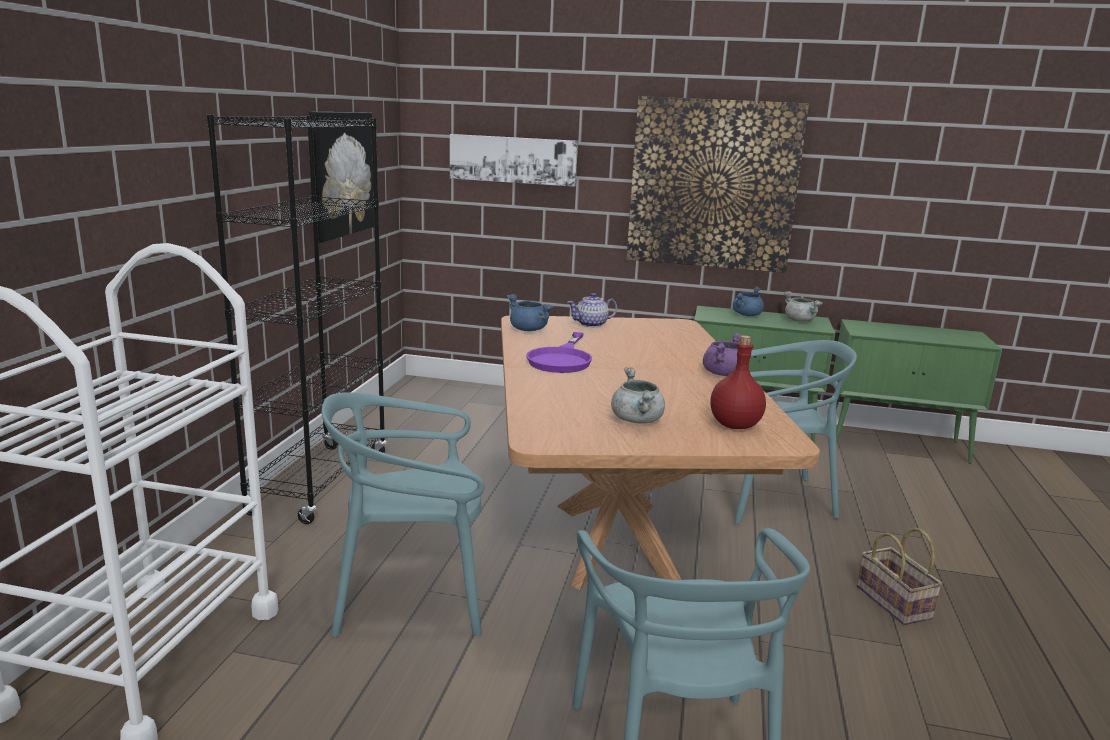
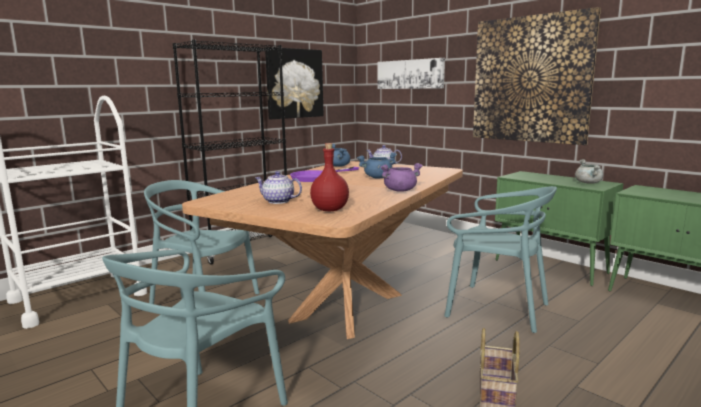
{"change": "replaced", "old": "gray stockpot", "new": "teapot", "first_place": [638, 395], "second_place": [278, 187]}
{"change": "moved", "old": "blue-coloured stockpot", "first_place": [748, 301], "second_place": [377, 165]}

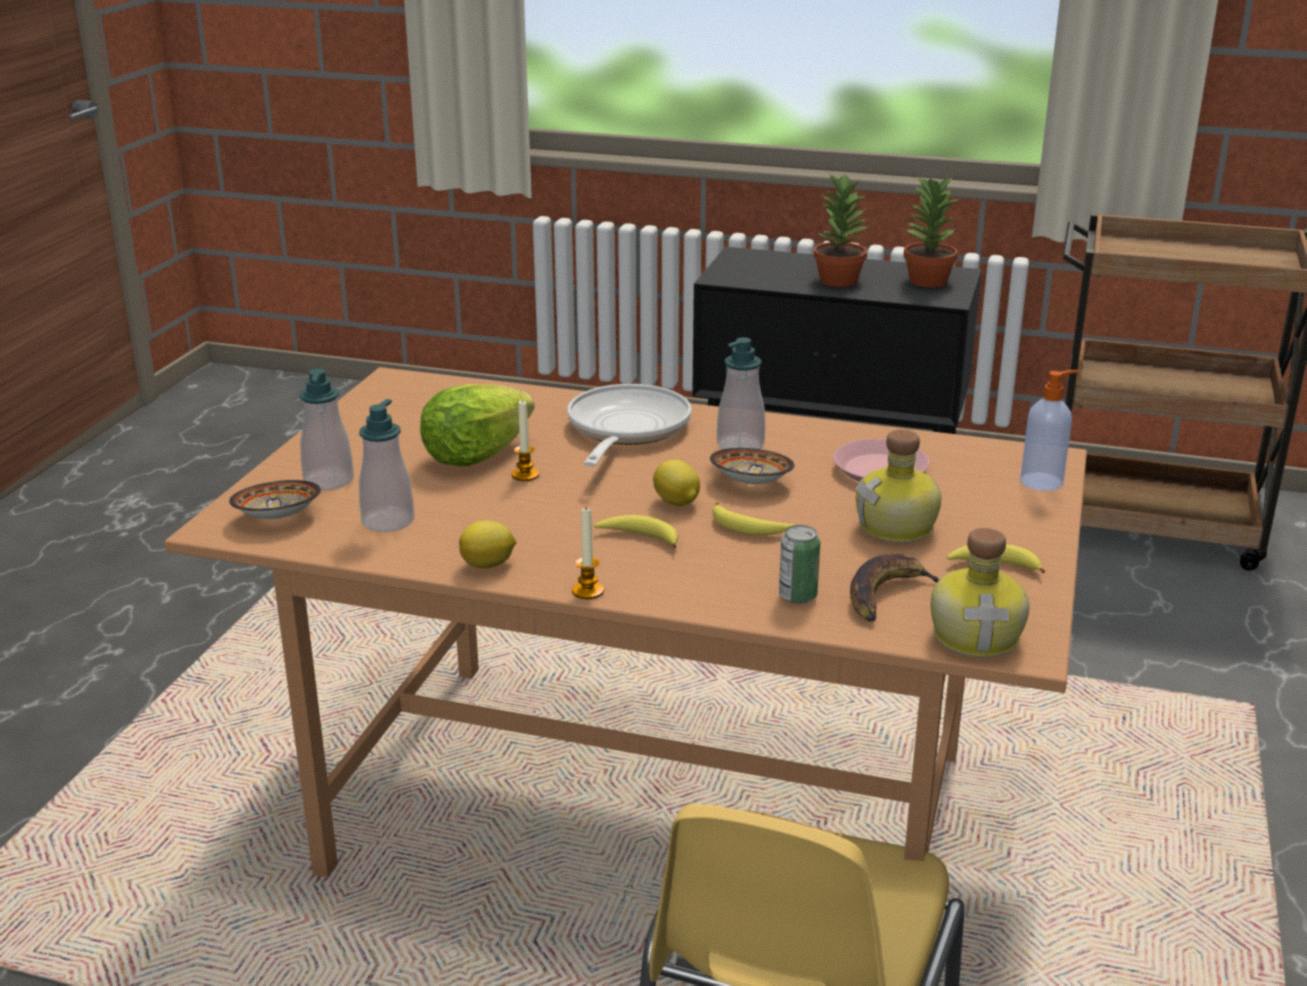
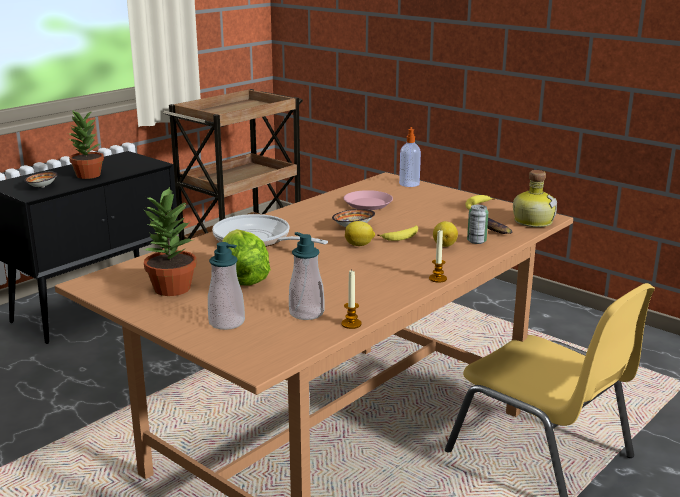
{"change": "moved", "old": "serving bowl", "first_place": [275, 499], "second_place": [41, 180]}
{"change": "moved", "old": "plant in a pot", "first_place": [932, 231], "second_place": [170, 241]}
{"change": "moved", "old": "candle", "first_place": [525, 440], "second_place": [351, 300]}
{"change": "moved", "old": "lemon", "first_place": [488, 544], "second_place": [445, 234]}
{"change": "removed", "old": "whole banana", "first_place": [636, 531]}
{"change": "removed", "old": "soap bottle", "first_place": [741, 393]}
{"change": "removed", "old": "bottle", "first_place": [898, 486]}

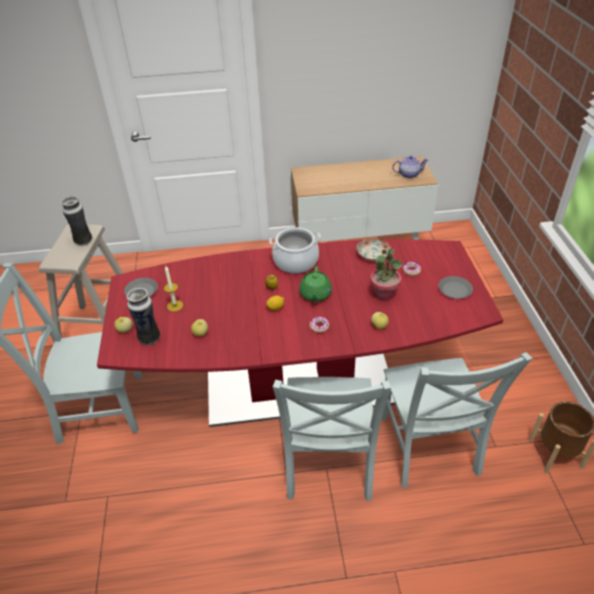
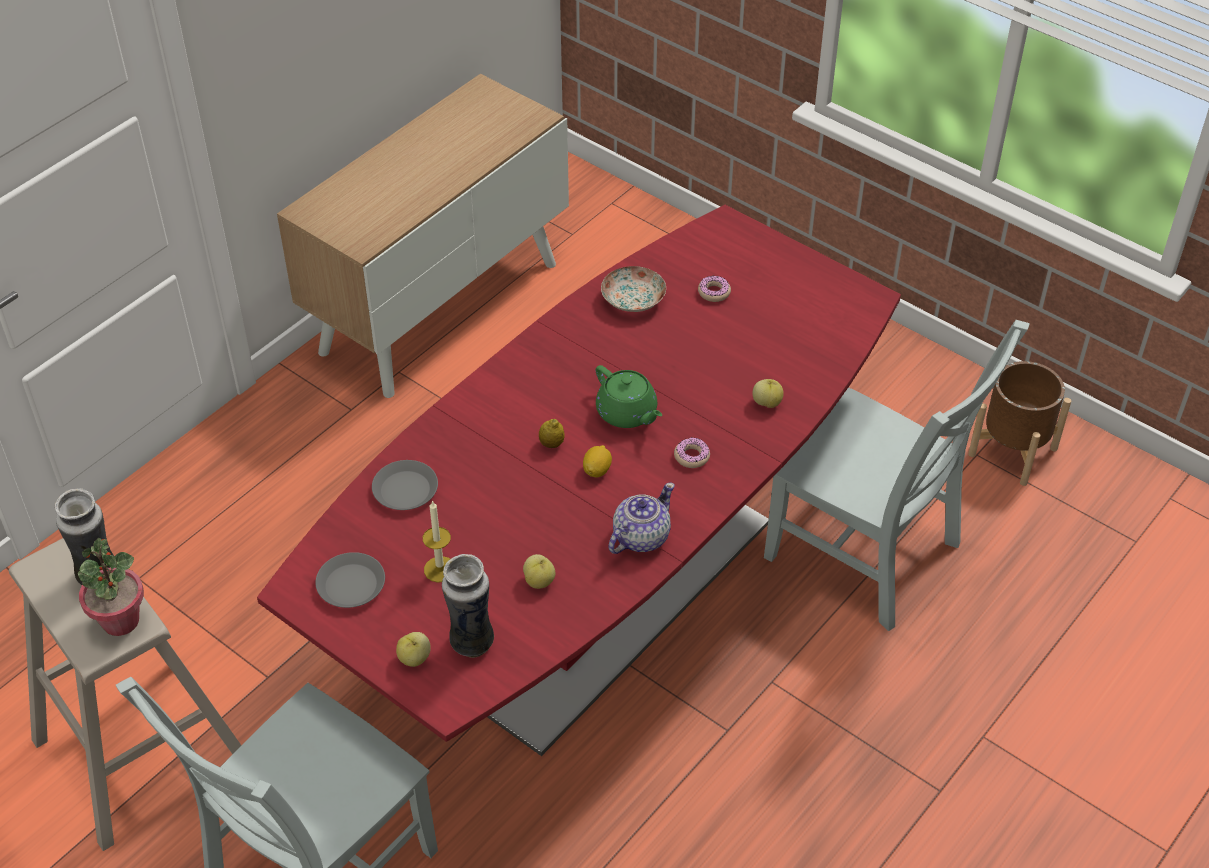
{"change": "moved", "old": "plant in a pot", "first_place": [386, 275], "second_place": [111, 587]}
{"change": "moved", "old": "gray plate", "first_place": [455, 287], "second_place": [405, 485]}
{"change": "moved", "old": "teapot", "first_place": [410, 167], "second_place": [641, 518]}
{"change": "removed", "old": "stockpot", "first_place": [295, 250]}
{"change": "removed", "old": "gray plain chair", "first_place": [332, 439]}

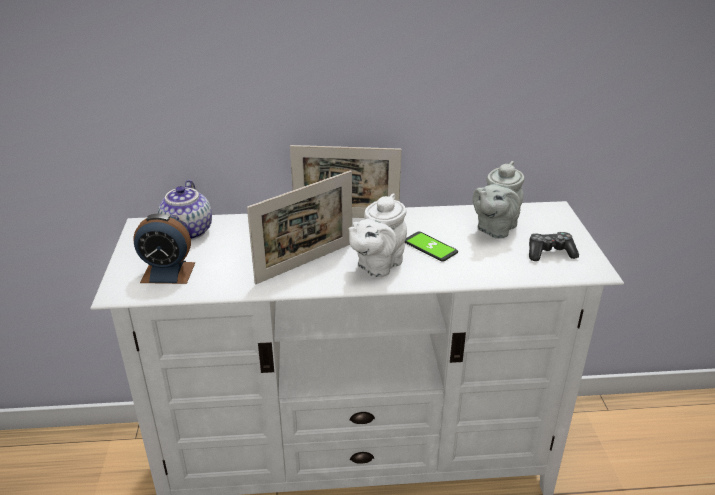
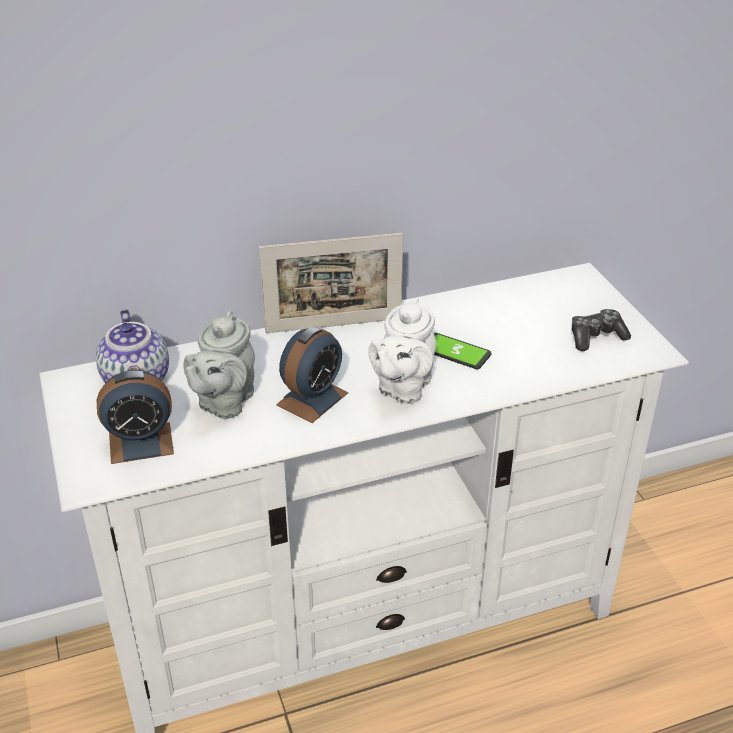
{"change": "moved", "old": "gray teapot", "first_place": [498, 200], "second_place": [219, 364]}
{"change": "replaced", "old": "standing frame", "new": "table clock", "first_place": [299, 227], "second_place": [312, 374]}

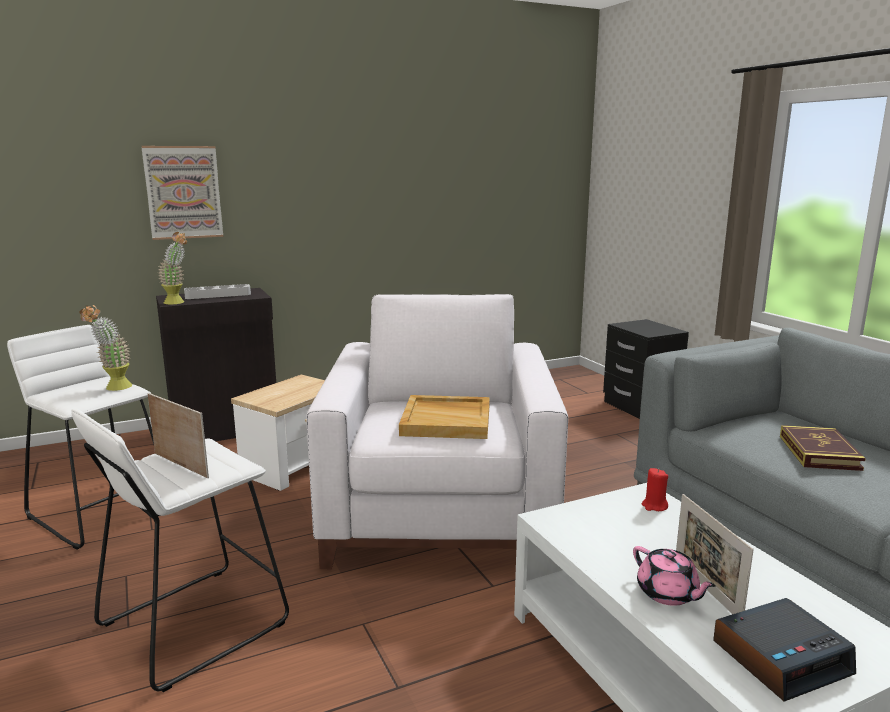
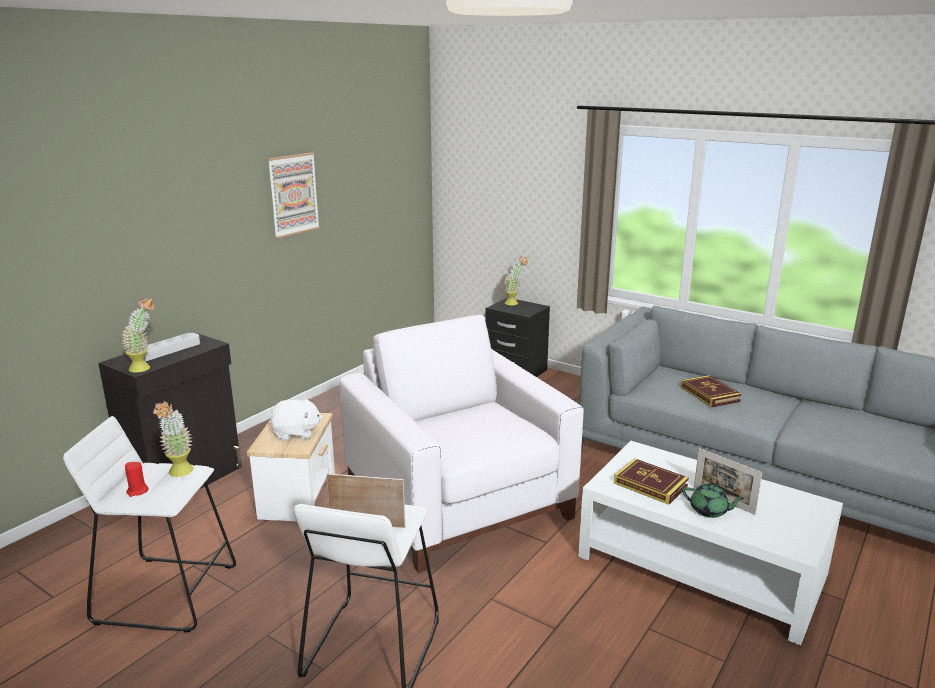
{"change": "moved", "old": "red candle", "first_place": [655, 489], "second_place": [137, 479]}
{"change": "moved", "old": "wall picture", "first_place": [182, 193], "second_place": [293, 196]}
{"change": "added", "new": "white-coloured soft toy", "second_place": [296, 418]}
{"change": "added", "new": "plant in a pot", "second_place": [516, 280]}
{"change": "added", "new": "volume", "second_place": [651, 481]}
{"change": "recoloured", "old": "pink-coloured teapot", "new": "green teapot", "first_place": [674, 576], "second_place": [713, 501]}
{"change": "removed", "old": "beige serving tray", "first_place": [444, 417]}
{"change": "removed", "old": "table clock", "first_place": [784, 650]}

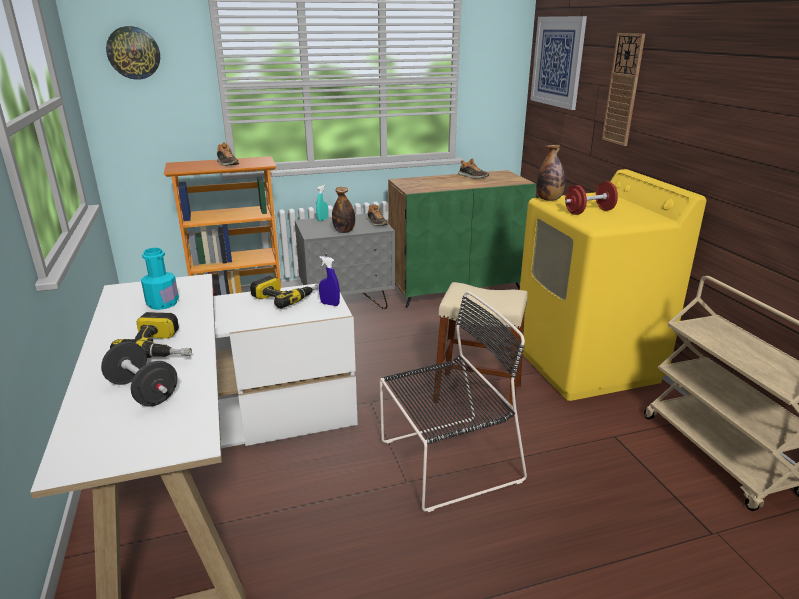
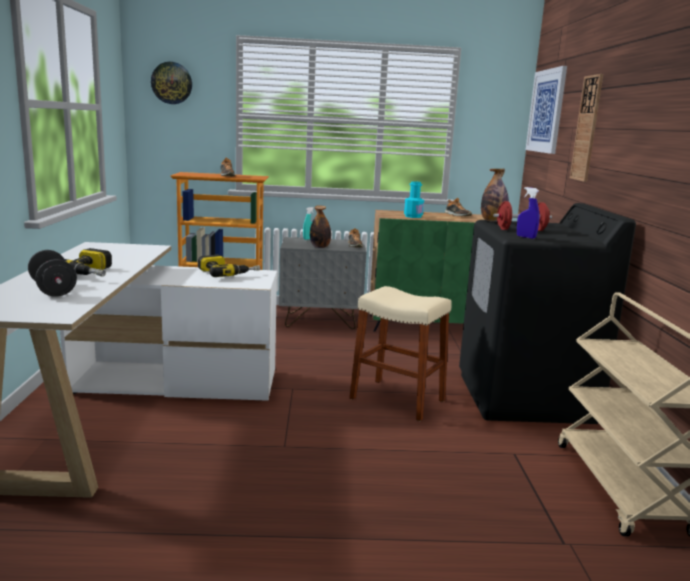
{"change": "moved", "old": "turquoise bottle", "first_place": [160, 279], "second_place": [414, 199]}
{"change": "recoloured", "old": "yellowish laundry appliance", "new": "black laundry appliance", "first_place": [613, 285], "second_place": [547, 313]}
{"change": "moved", "old": "blue-coloured spray bottle", "first_place": [329, 281], "second_place": [528, 213]}
{"change": "removed", "old": "black plain chair", "first_place": [453, 401]}

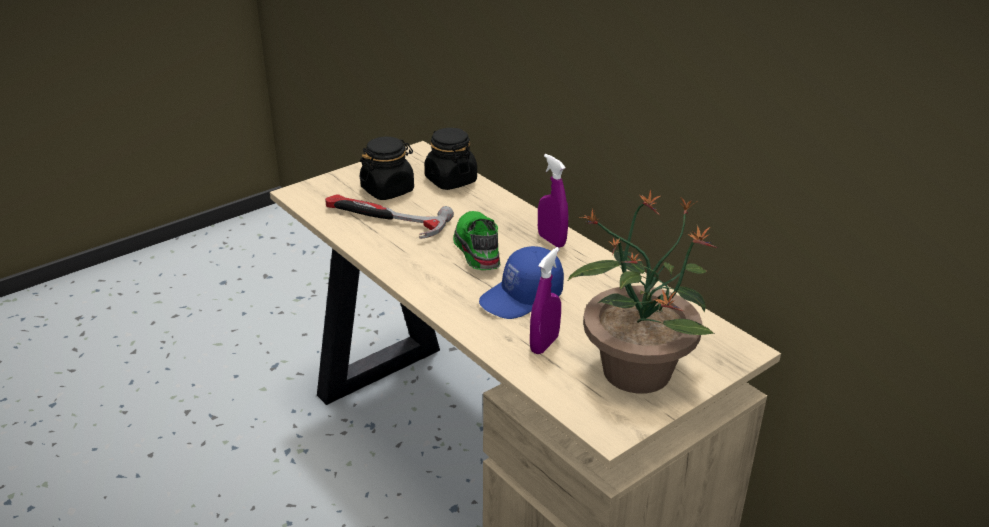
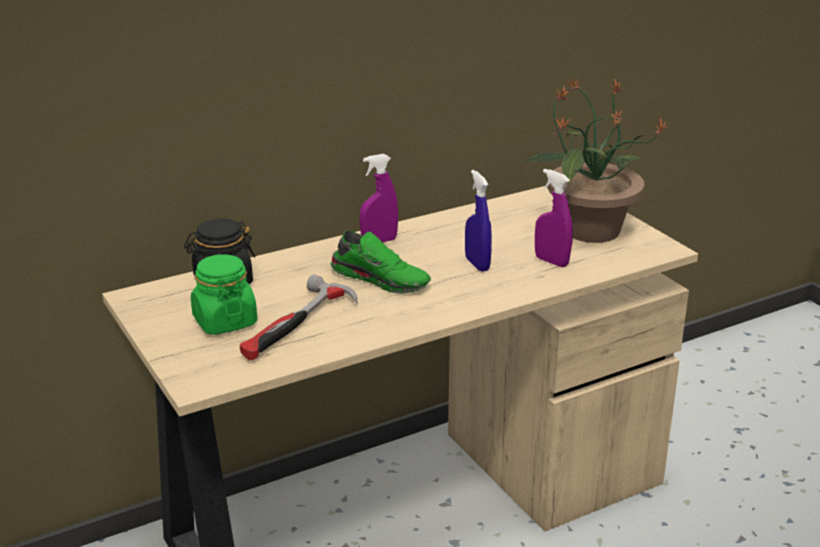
{"change": "recoloured", "old": "black jar", "new": "green jar", "first_place": [387, 168], "second_place": [224, 294]}
{"change": "turned", "old": "green low shoe", "first_place": [476, 240], "second_place": [380, 262], "degrees": -150}
{"change": "replaced", "old": "blue-coloured cap", "new": "blue-coloured spray bottle", "first_place": [521, 282], "second_place": [478, 221]}

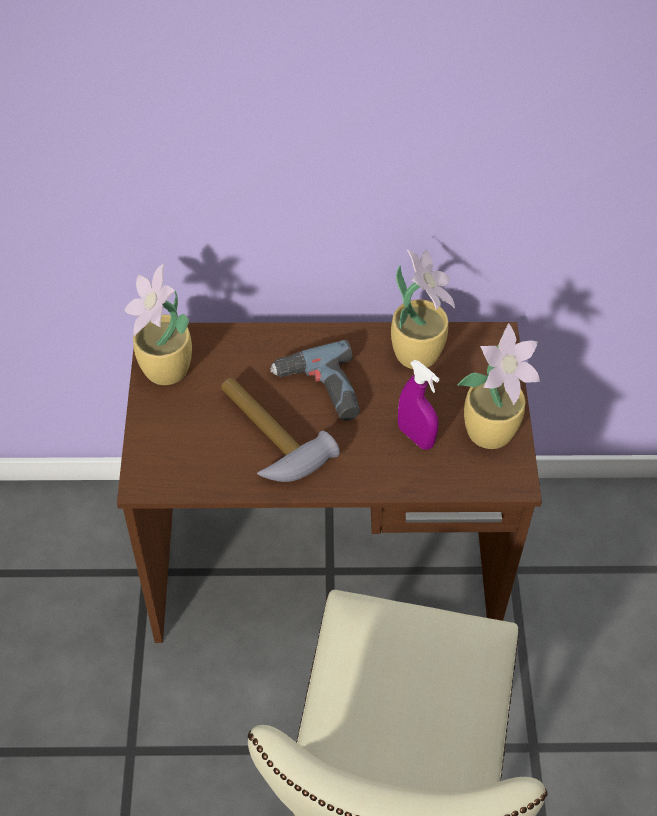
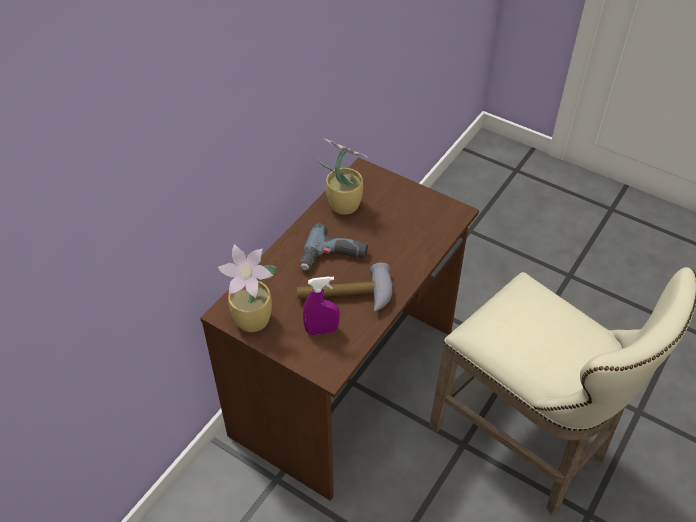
{"change": "moved", "old": "purplish spray bottle", "first_place": [419, 405], "second_place": [321, 305]}
{"change": "removed", "old": "plant in a pot", "first_place": [498, 386]}

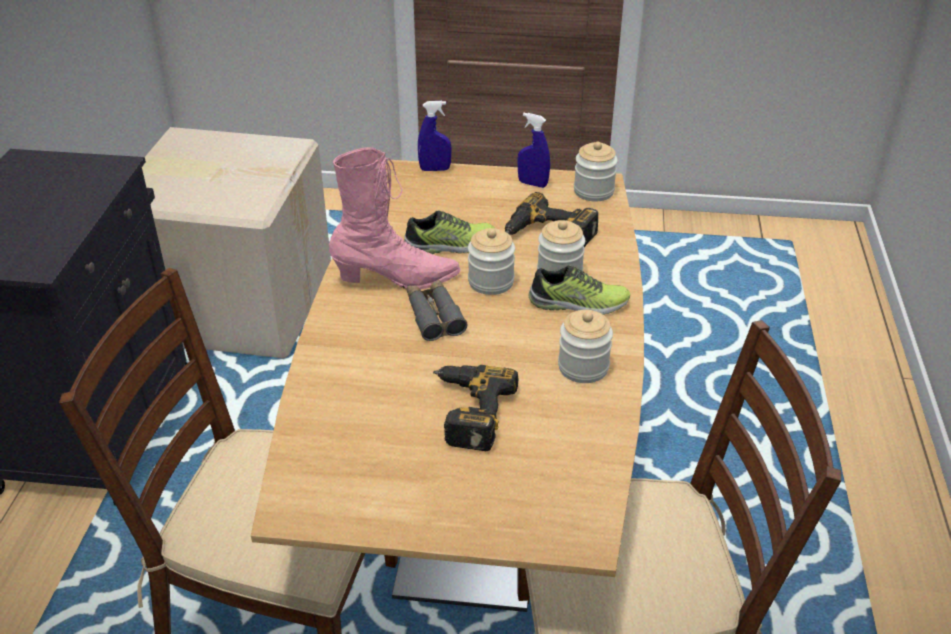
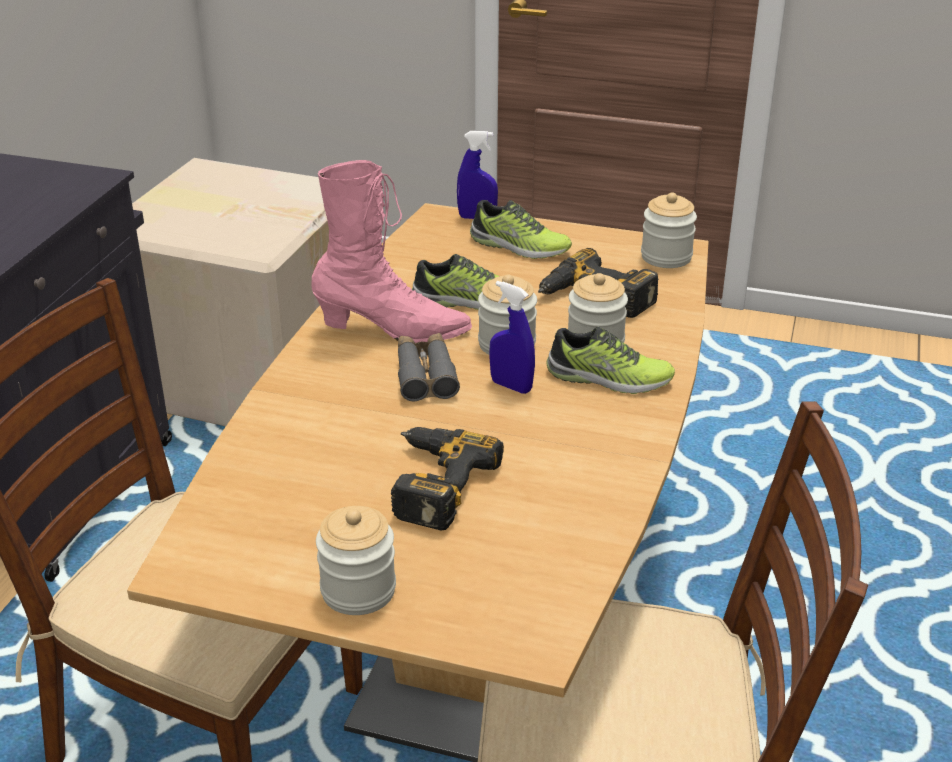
{"change": "moved", "old": "jar", "first_place": [585, 346], "second_place": [356, 560]}
{"change": "added", "new": "low shoe", "second_place": [521, 229]}
{"change": "moved", "old": "blue-coloured spray bottle", "first_place": [534, 150], "second_place": [512, 337]}

